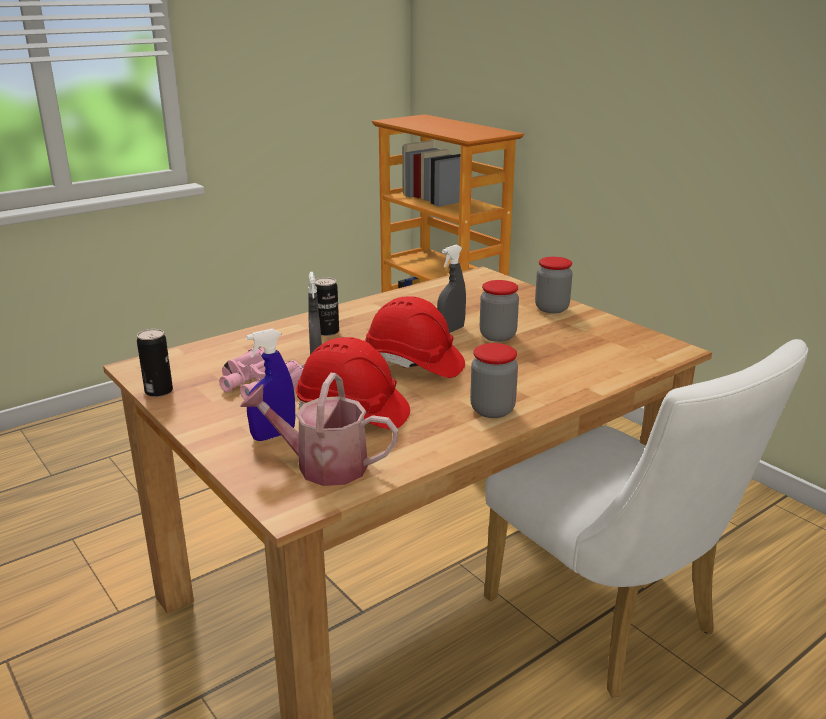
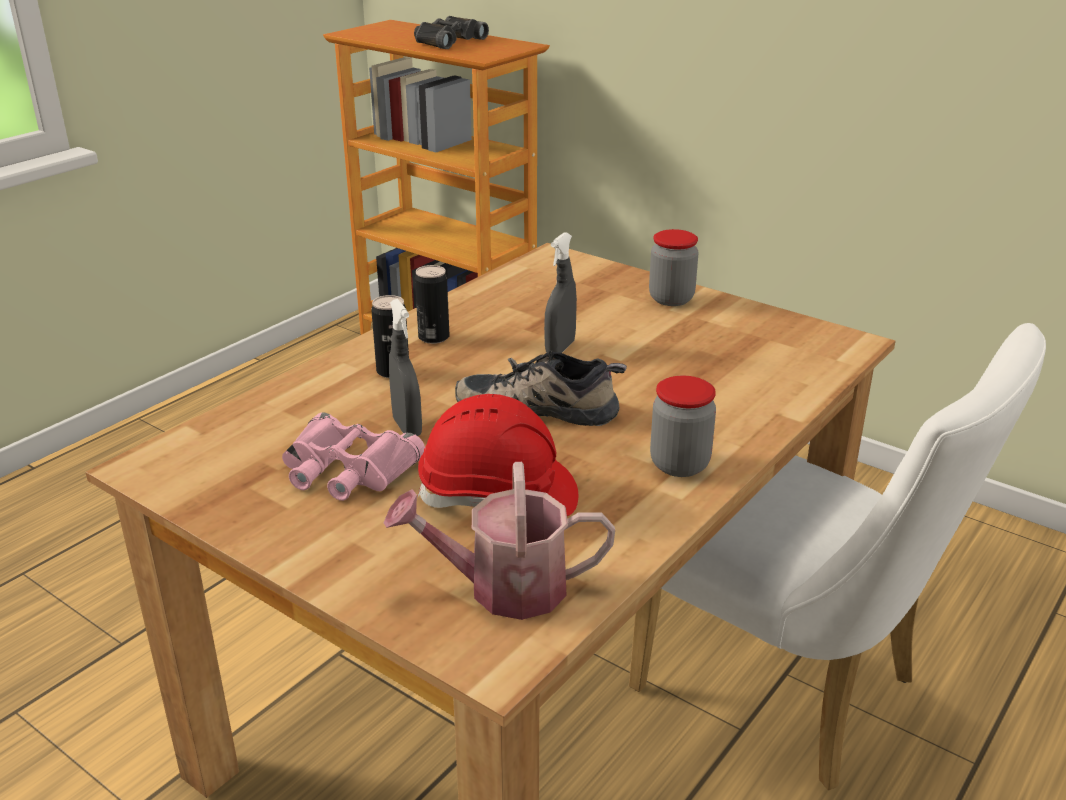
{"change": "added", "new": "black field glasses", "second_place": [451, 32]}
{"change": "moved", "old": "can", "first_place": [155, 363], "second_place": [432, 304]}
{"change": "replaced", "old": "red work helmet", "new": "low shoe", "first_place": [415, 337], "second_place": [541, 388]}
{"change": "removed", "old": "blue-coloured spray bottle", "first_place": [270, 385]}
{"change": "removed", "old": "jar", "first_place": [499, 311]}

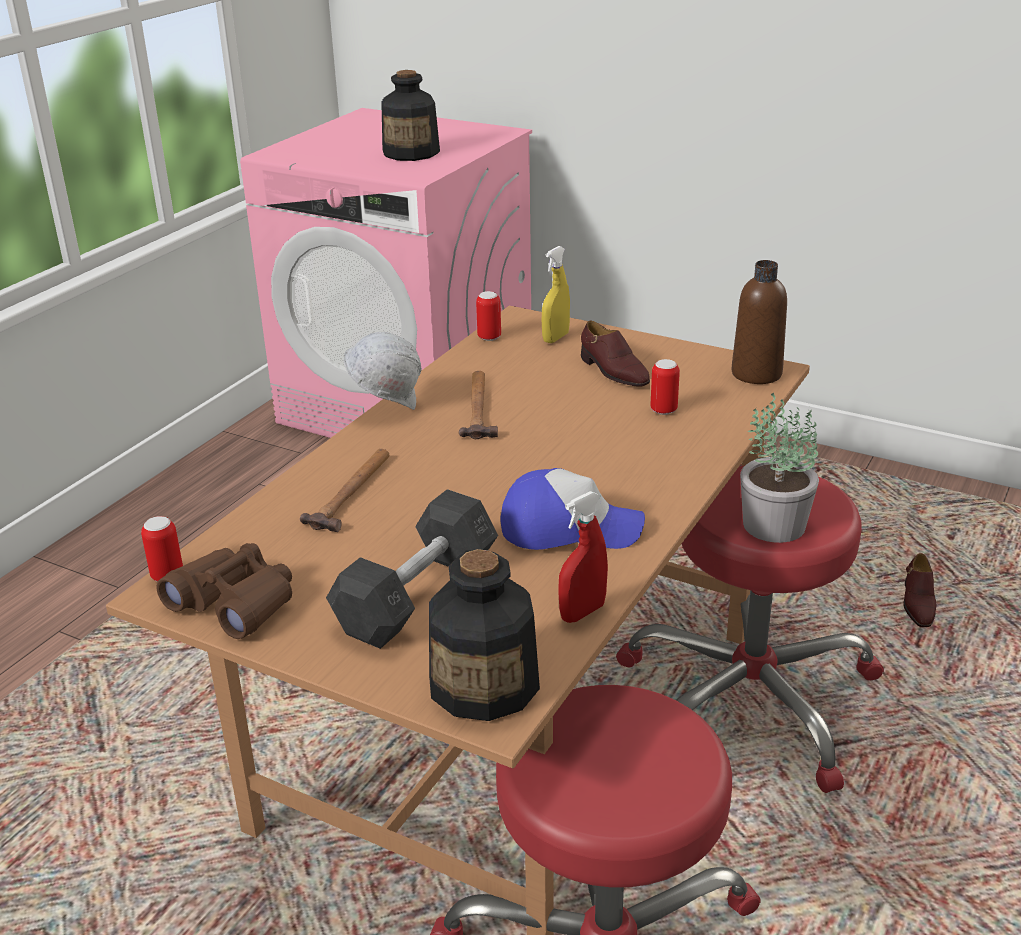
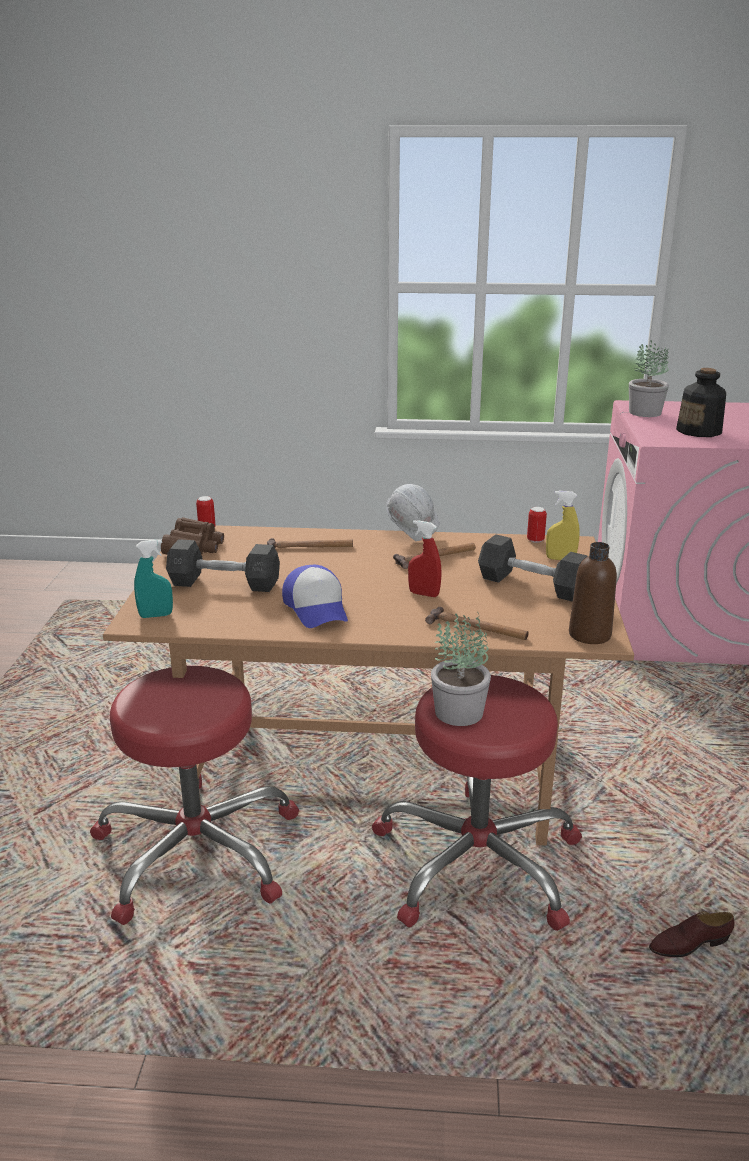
{"change": "replaced", "old": "bottle", "new": "turquoise spray bottle", "first_place": [484, 635], "second_place": [153, 579]}
{"change": "moved", "old": "red spray bottle", "first_place": [583, 557], "second_place": [425, 558]}
{"change": "added", "new": "hand hammer", "second_place": [477, 623]}
{"change": "replaced", "old": "brownish low shoe", "new": "gray free weight", "first_place": [615, 354], "second_place": [533, 568]}
{"change": "added", "new": "plant in a pot", "second_place": [649, 378]}
{"change": "removed", "old": "can", "first_place": [665, 387]}

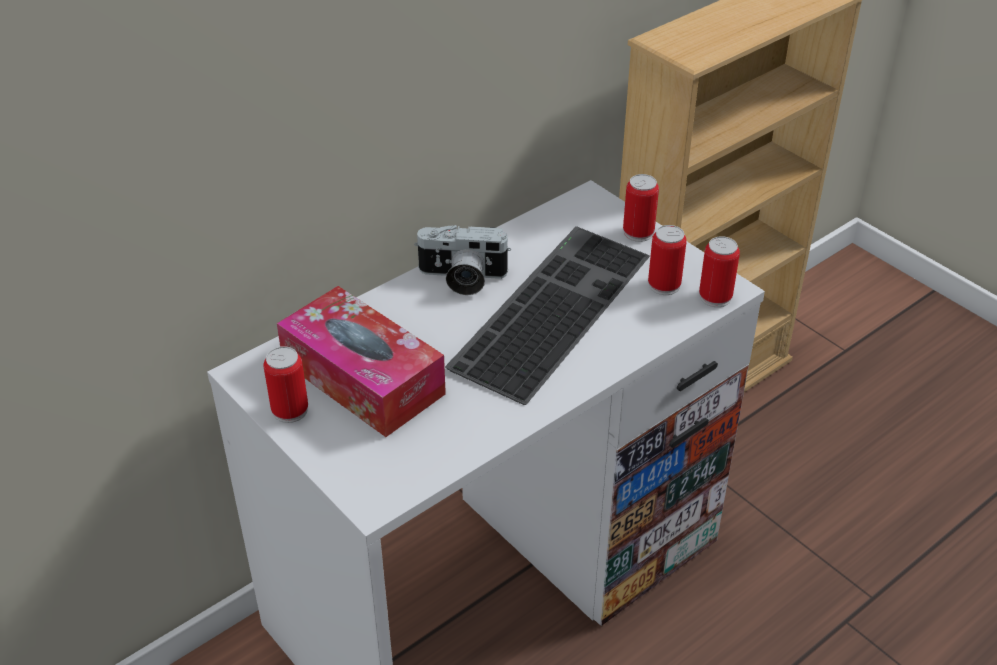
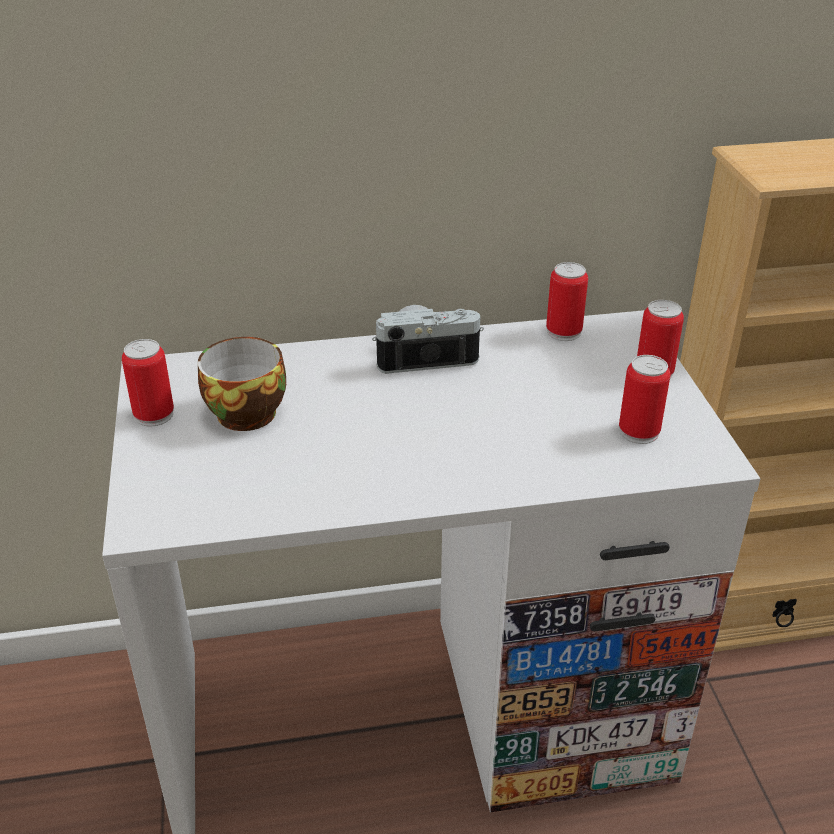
{"change": "replaced", "old": "box of tissues", "new": "drinking cup", "first_place": [361, 361], "second_place": [242, 384]}
{"change": "turned", "old": "photo camera", "first_place": [462, 260], "second_place": [428, 339], "degrees": 135}
{"change": "moved", "old": "can", "first_place": [719, 271], "second_place": [567, 301]}
{"change": "removed", "old": "computer keyboard", "first_place": [547, 315]}

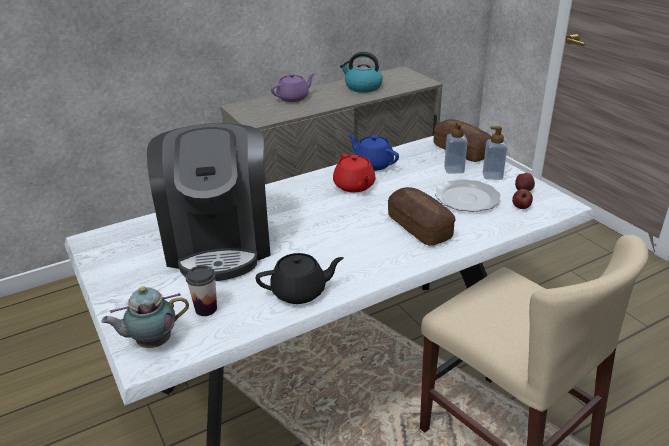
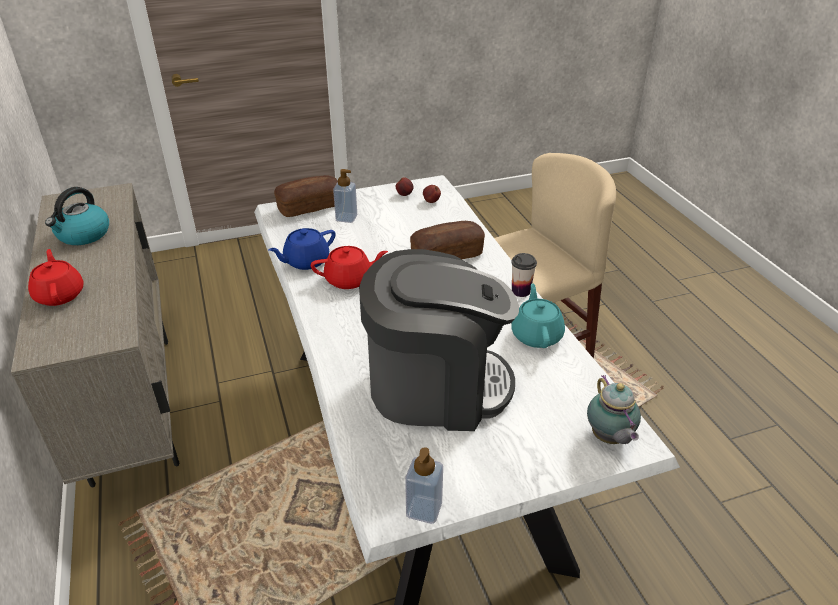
{"change": "recoloured", "old": "purplish teapot", "new": "red teapot", "first_place": [293, 87], "second_place": [56, 277]}
{"change": "moved", "old": "soap bottle", "first_place": [495, 153], "second_place": [424, 485]}
{"change": "moved", "old": "drinking cup", "first_place": [201, 290], "second_place": [524, 275]}
{"change": "recoloured", "old": "black teapot", "new": "turquoise teapot", "first_place": [300, 278], "second_place": [538, 315]}
{"change": "removed", "old": "plate", "first_place": [468, 195]}

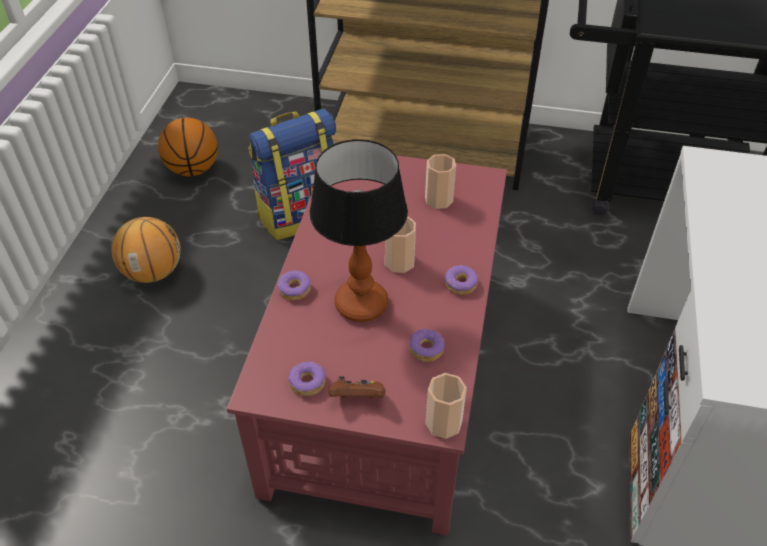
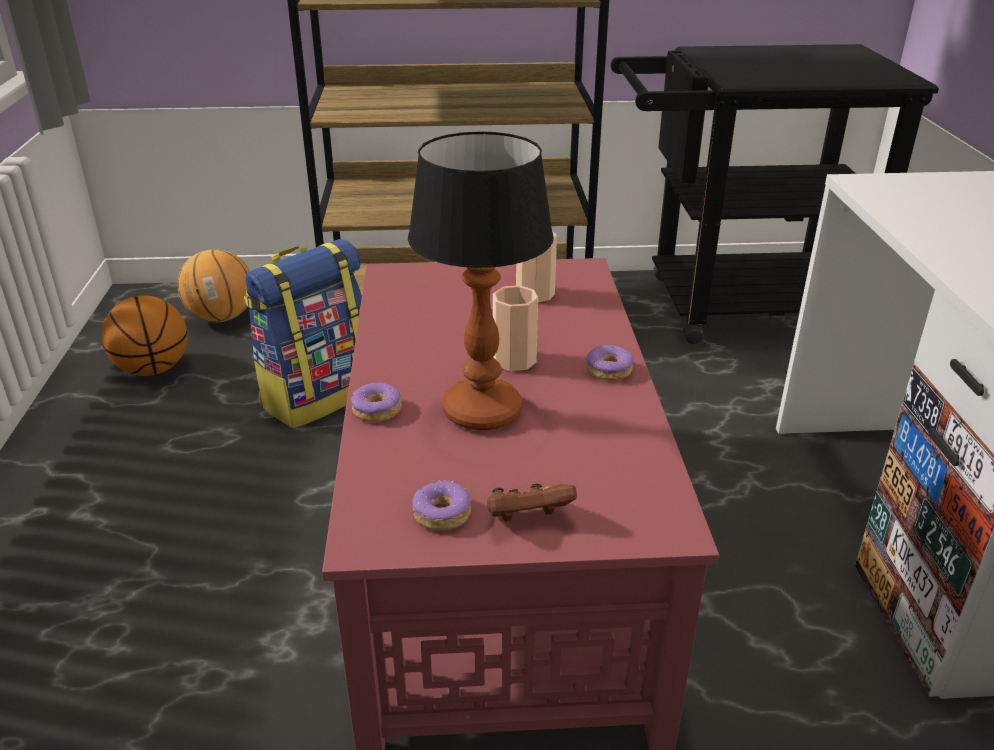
{"change": "moved", "old": "basketball", "first_place": [146, 250], "second_place": [213, 285]}
{"change": "removed", "old": "donut", "first_place": [427, 345]}
{"change": "removed", "old": "drinking cup", "first_place": [446, 406]}

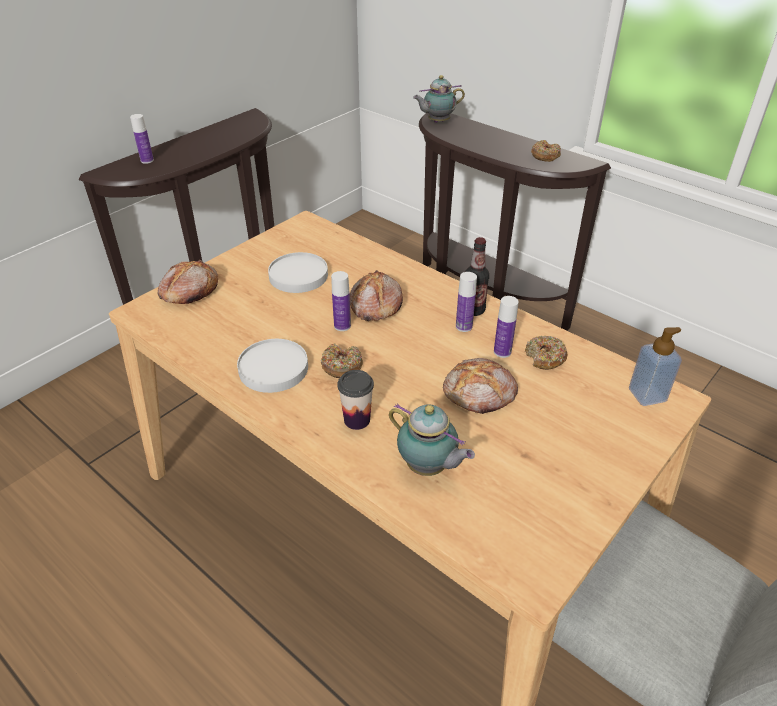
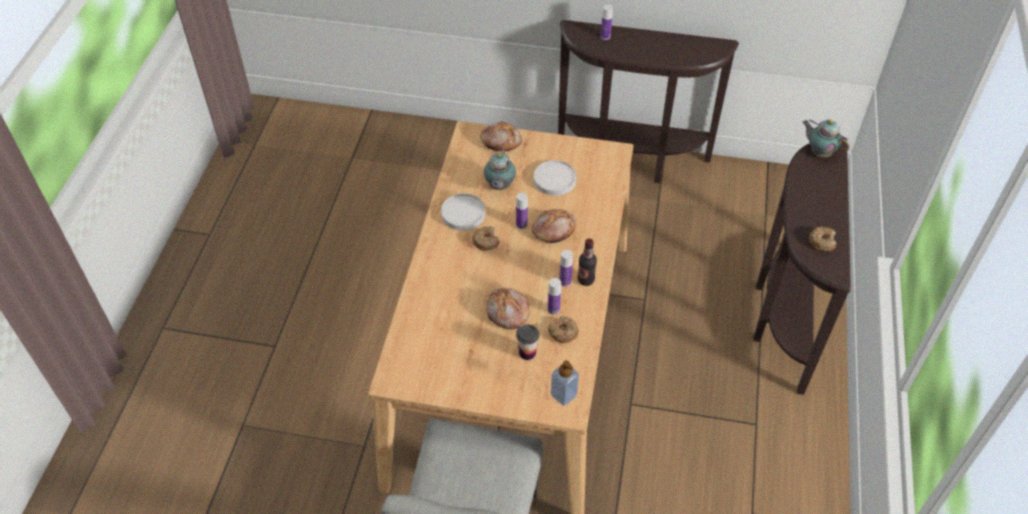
{"change": "moved", "old": "teapot", "first_place": [432, 439], "second_place": [500, 169]}
{"change": "moved", "old": "drinking cup", "first_place": [356, 400], "second_place": [527, 342]}

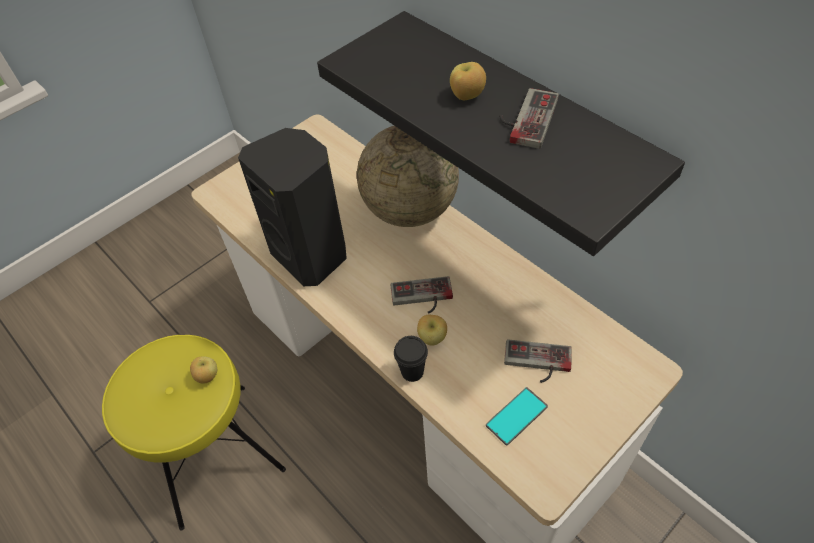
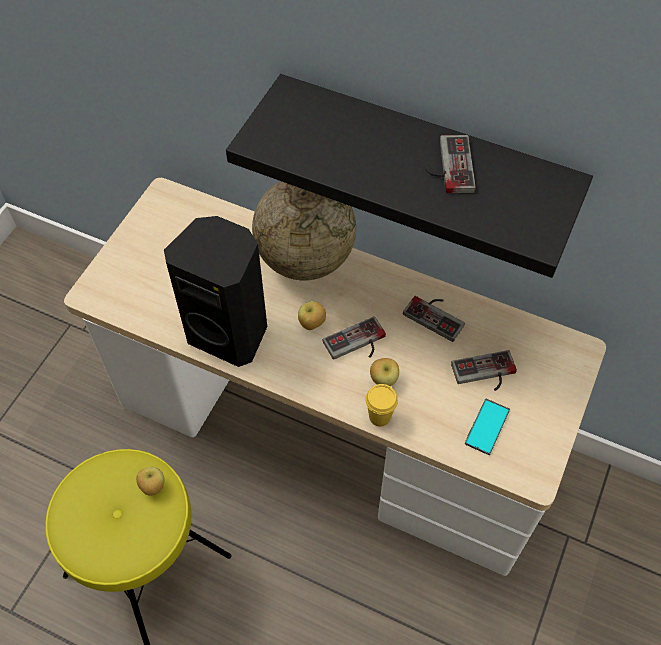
{"change": "moved", "old": "apple fruit", "first_place": [468, 81], "second_place": [312, 315]}
{"change": "recoloured", "old": "black drinking cup", "new": "yellowish drinking cup", "first_place": [411, 359], "second_place": [381, 405]}
{"change": "added", "new": "game controller", "second_place": [434, 319]}

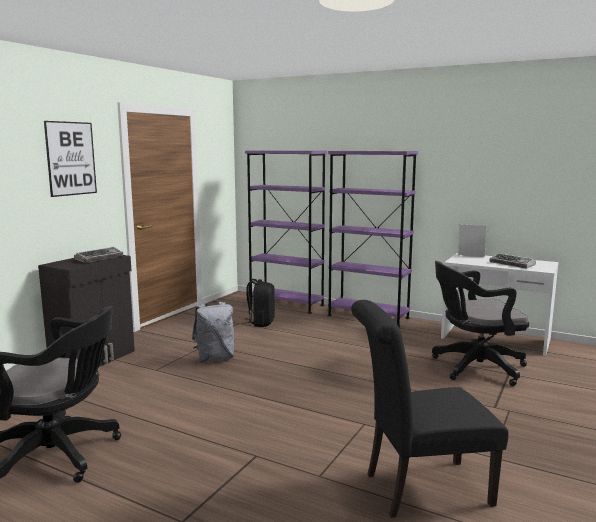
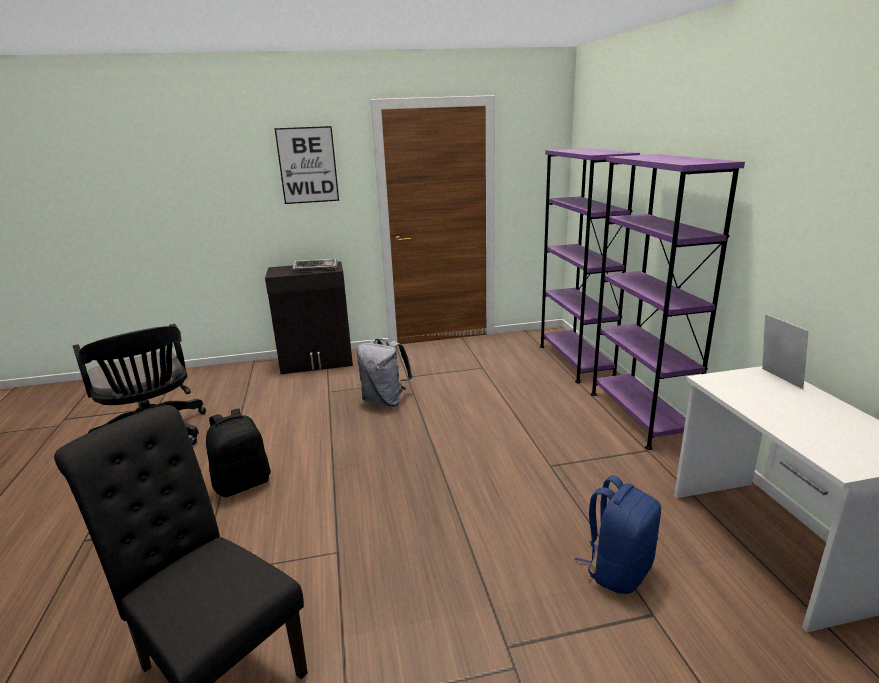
{"change": "moved", "old": "black backpack", "first_place": [258, 303], "second_place": [238, 452]}
{"change": "replaced", "old": "black office chair", "new": "blue-coloured backpack", "first_place": [480, 323], "second_place": [618, 534]}
{"change": "removed", "old": "computer keyboard", "first_place": [512, 261]}

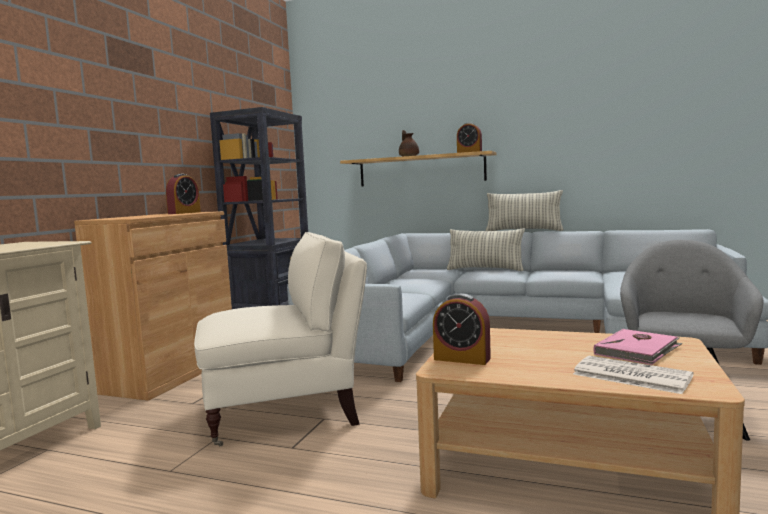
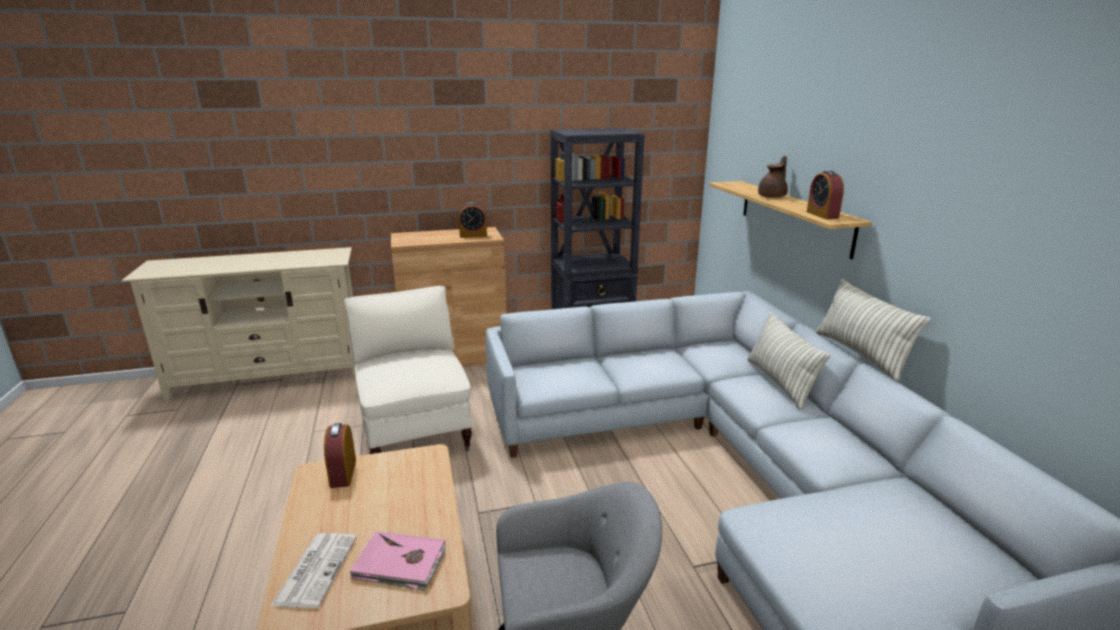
{"change": "turned", "old": "beige lounge chair", "first_place": [280, 339], "second_place": [408, 370], "degrees": -150}

